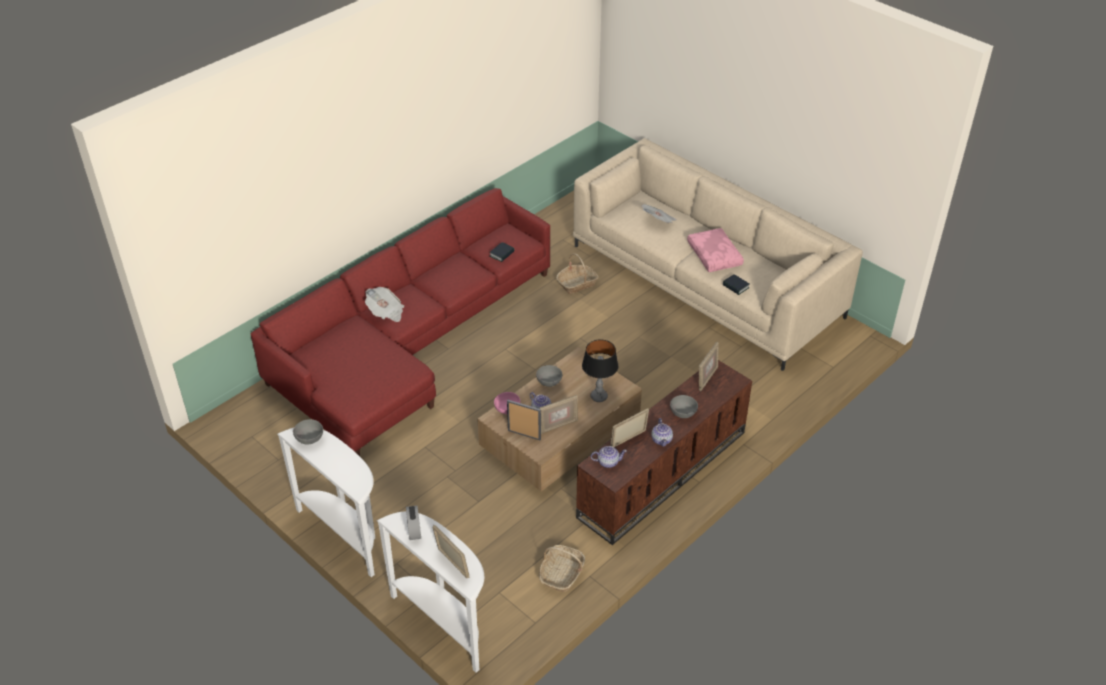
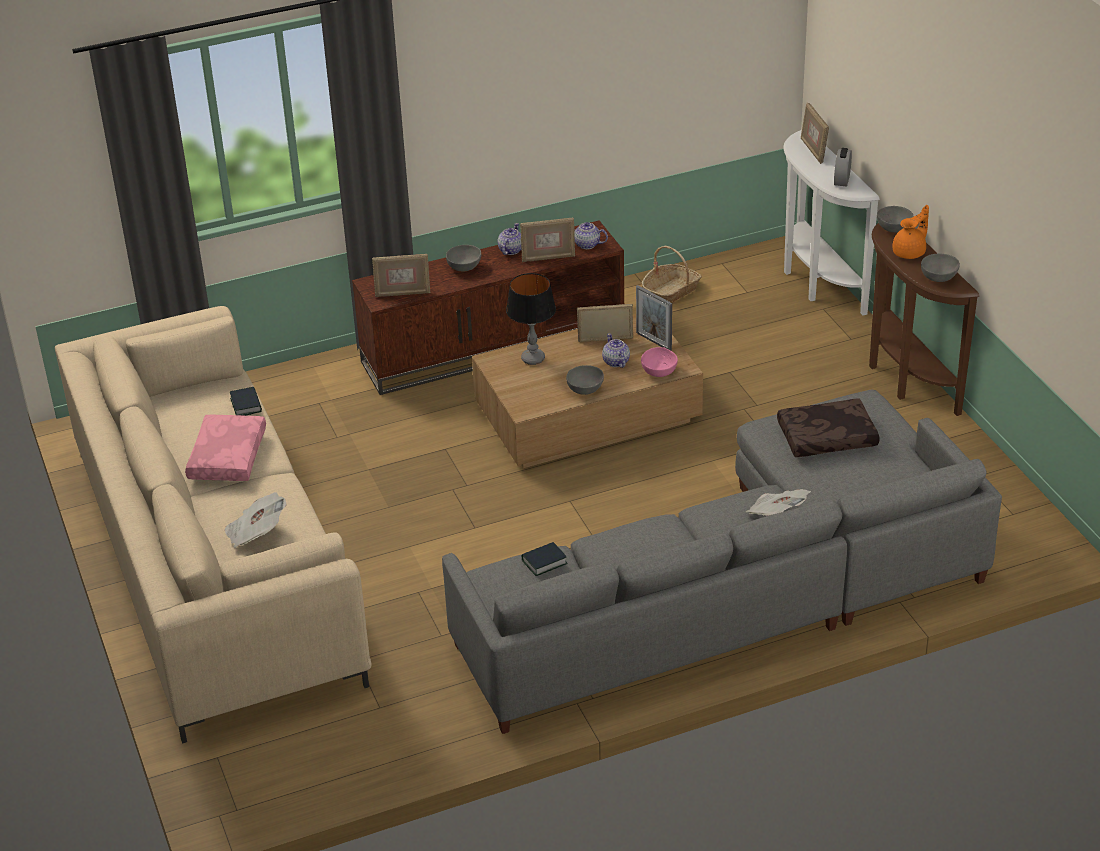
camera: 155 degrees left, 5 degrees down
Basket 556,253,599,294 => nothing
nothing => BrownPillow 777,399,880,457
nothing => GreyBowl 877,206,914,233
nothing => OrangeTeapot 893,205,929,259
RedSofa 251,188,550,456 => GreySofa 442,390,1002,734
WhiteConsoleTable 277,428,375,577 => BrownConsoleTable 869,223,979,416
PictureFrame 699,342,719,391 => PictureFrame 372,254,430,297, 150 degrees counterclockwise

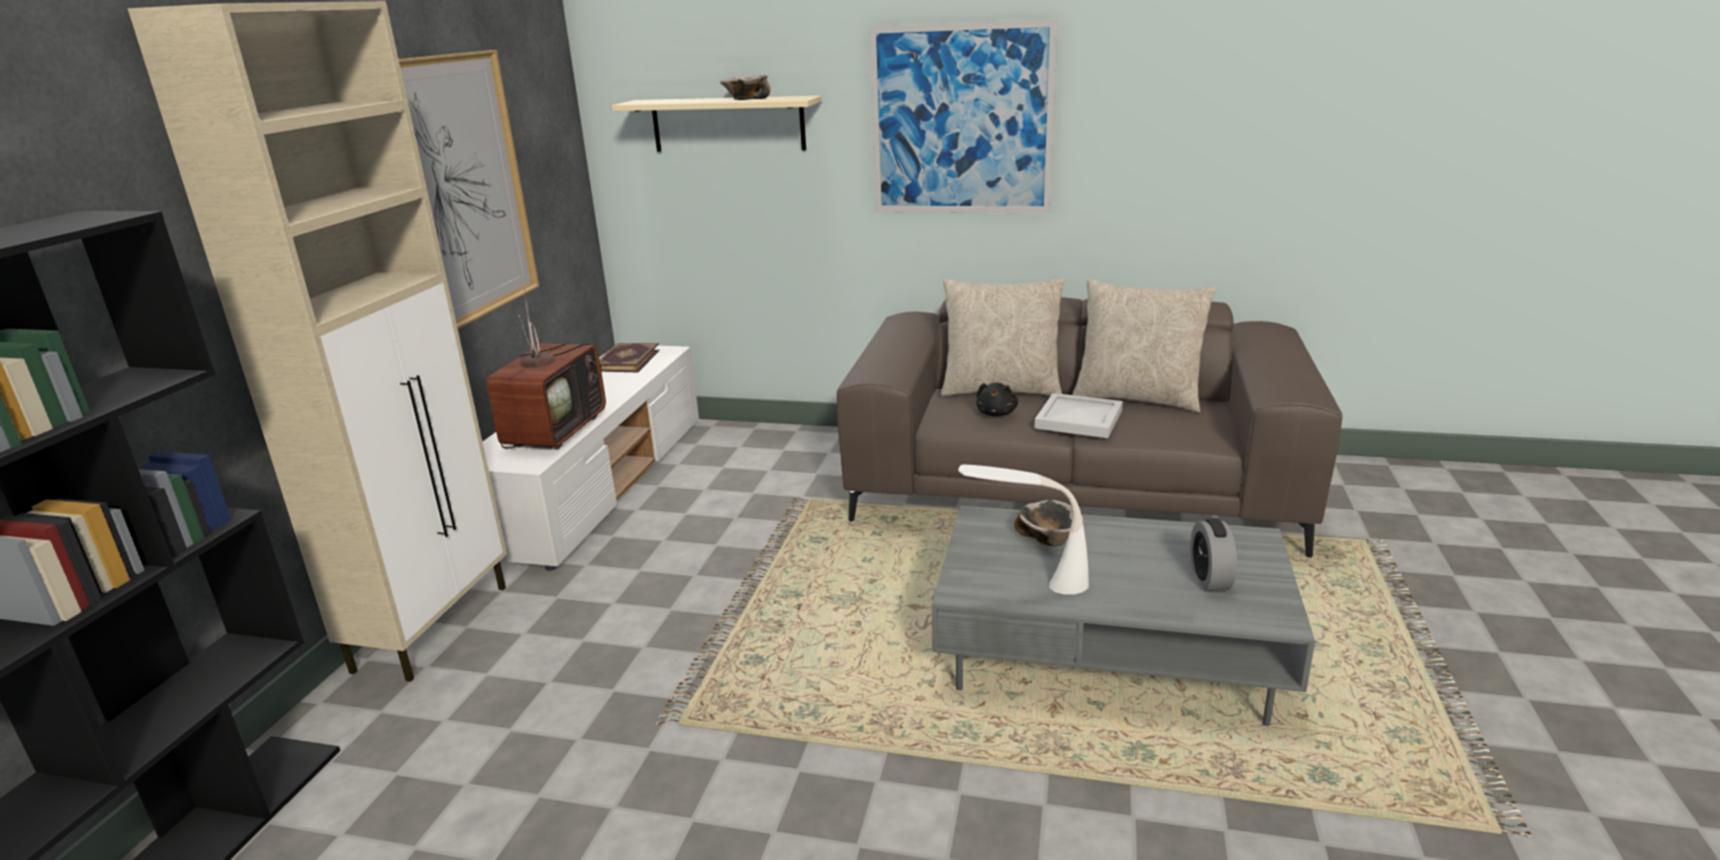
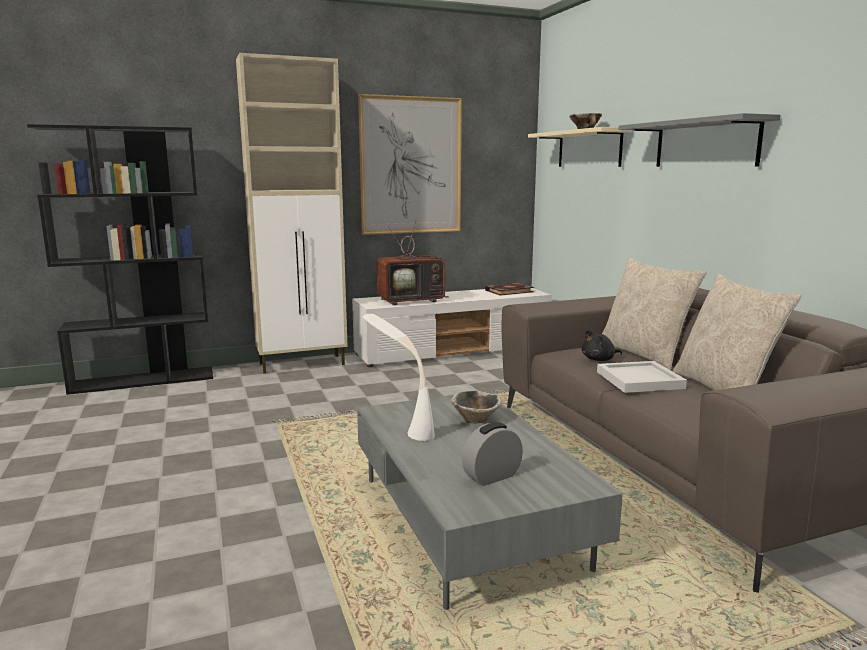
camera: 55 degrees right, 10 degrees down
Picture 869,19,1058,213 => GreyShelf 618,113,780,167

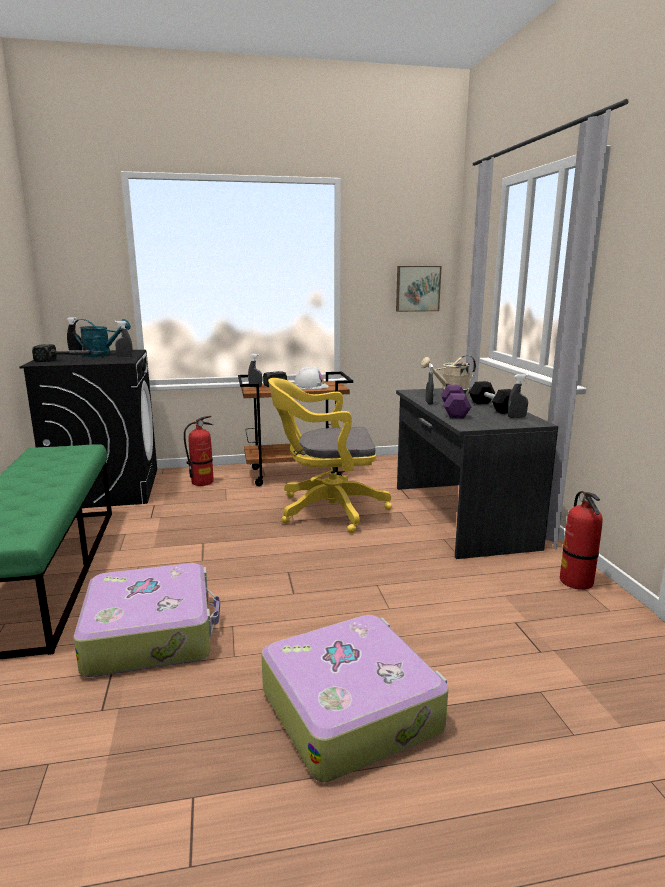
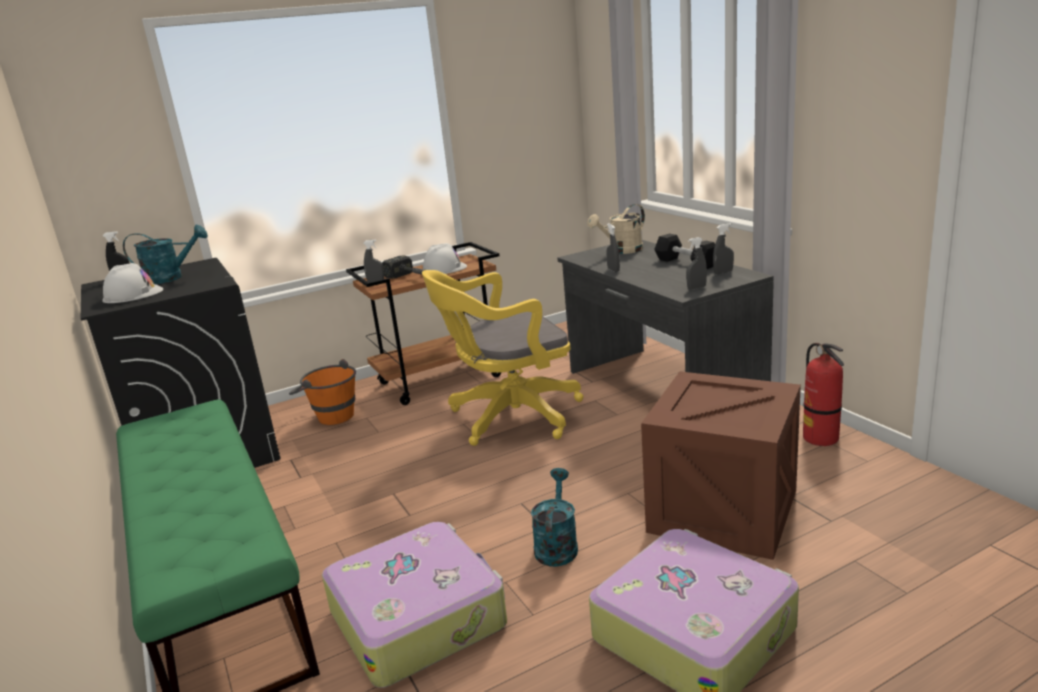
camera: 15 degrees left, 5 degrees up
Picture 396,266,442,312 => nothing
PurpleDumbbell 441,385,471,418 => nothing
nothing => TurquoiseWateringCan 531,468,578,567
nothing => Crate 641,371,801,560
GreySprayBottle 115,321,133,358 => GreySprayBottle 686,237,707,290, move
Hammer 32,344,94,362 => WhiteHardHat 102,263,163,303
FireExtinguisher 184,416,214,486 => OrangeBucket 289,359,356,425

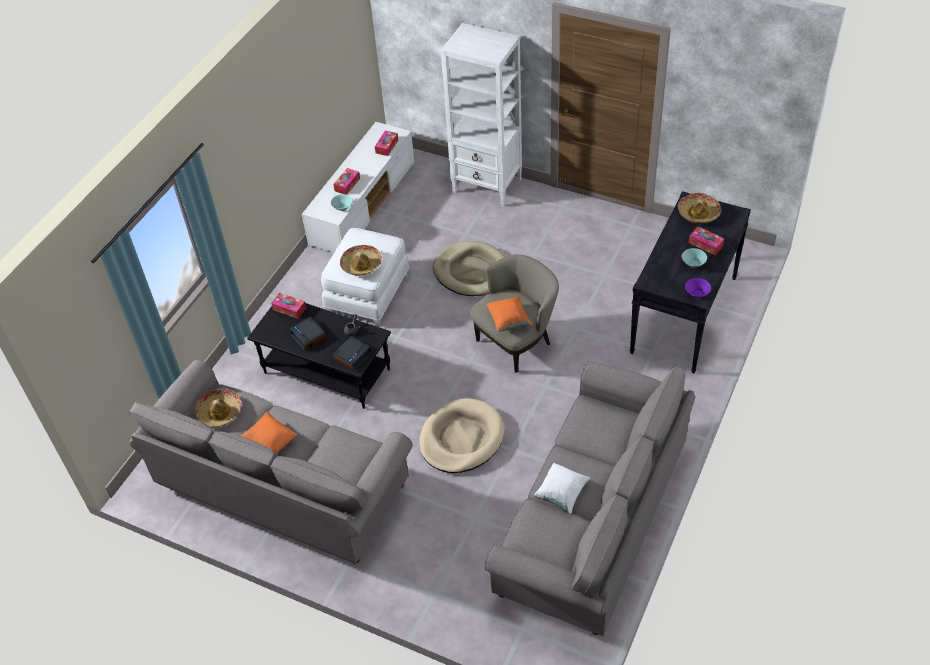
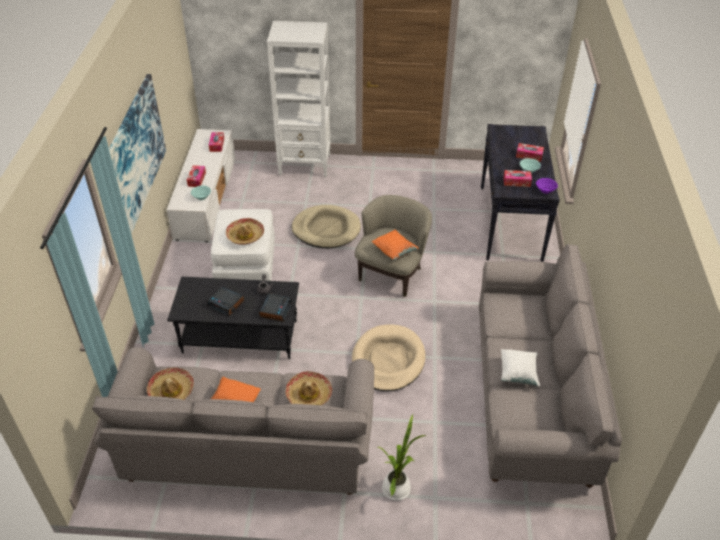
camera: 25 degrees left, 5 degrees down
nothing => Picture 109,74,166,234
nothing => PottedPlant 378,414,426,501
TissueBox 271,293,306,319 => TissueBox 503,170,532,187, move
Hat 678,193,721,223 => Hat 285,371,332,405, move

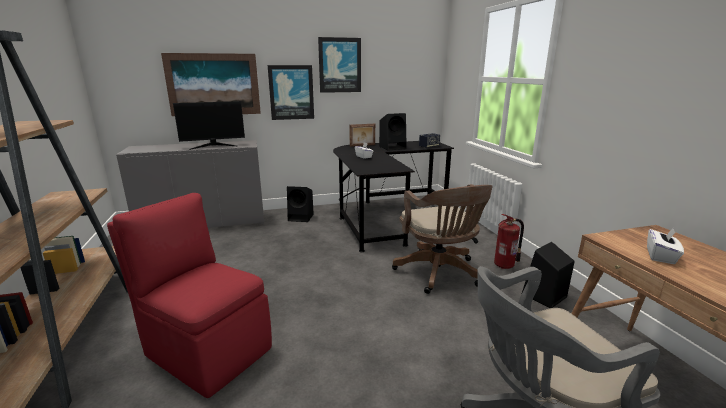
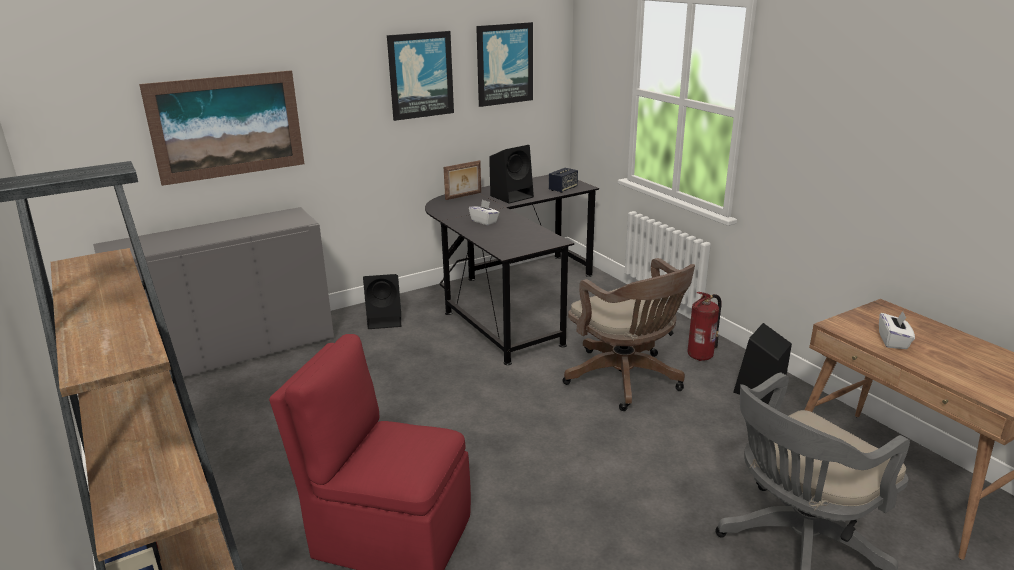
camera: 15 degrees left, 5 degrees up
Monitor 173,101,245,150 => nothing
Picture 268,65,314,120 => Picture 476,22,533,107, move

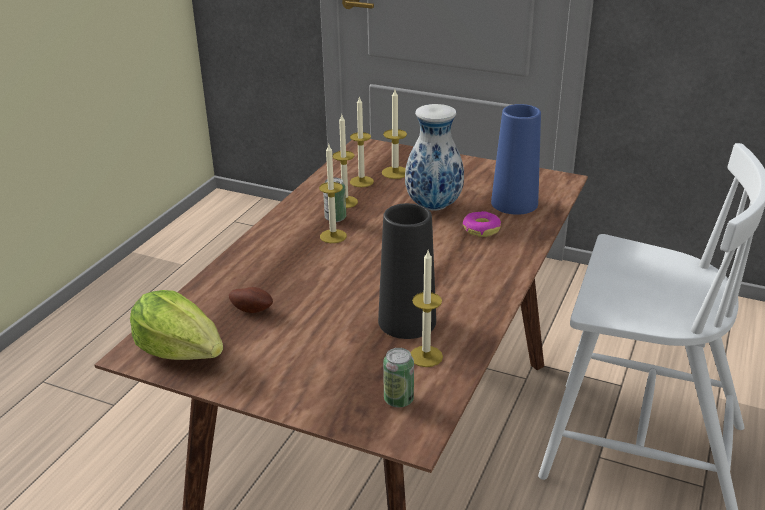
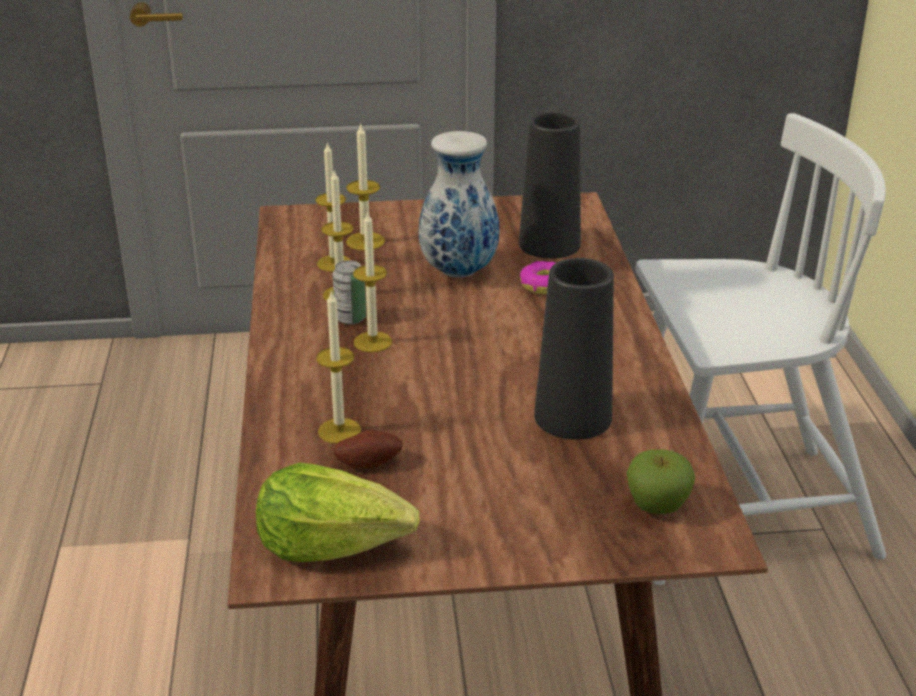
camera: 30 degrees left, 0 degrees up
Candle 411,251,443,367 => Candle 316,290,361,444, move
Can 383,348,414,407 => Apple 626,449,695,514
BlueVase 491,104,541,215 => BlackVase 519,112,581,259

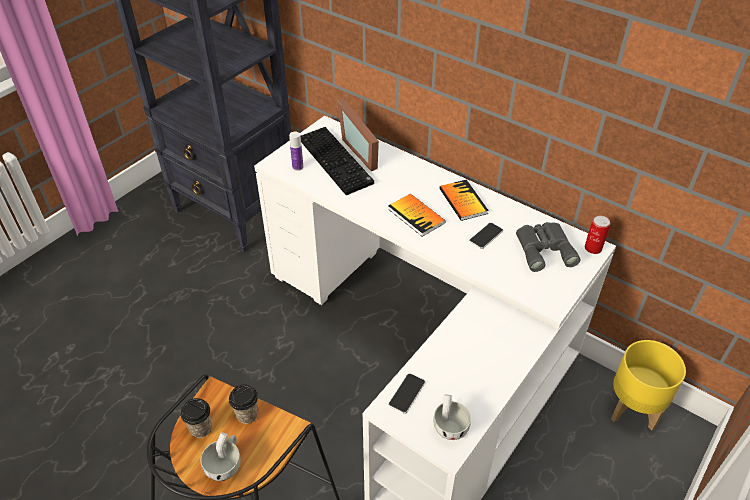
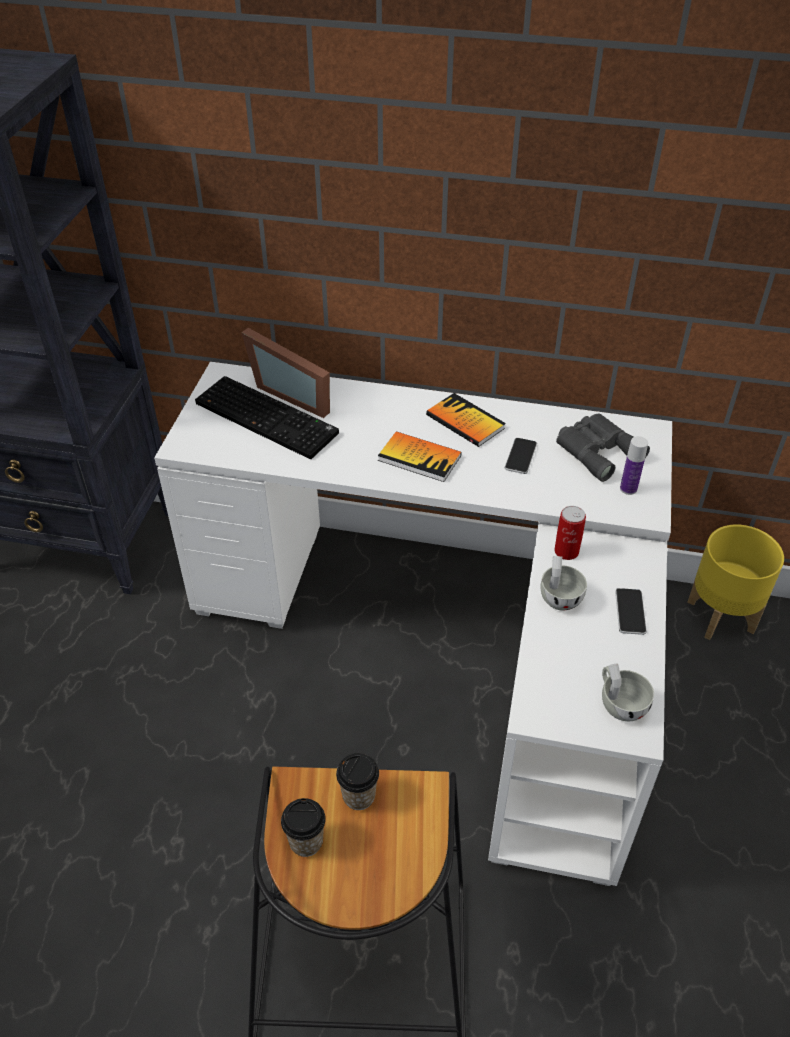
camera: 25 degrees left, 0 degrees up
WhiteCup 201,432,241,481 => WhiteCup 540,556,587,611, move
Bottle 289,132,303,171 => Bottle 620,436,648,495, move
Phone 388,373,425,414 => Phone 615,588,647,635, move
Can 585,216,610,254 => Can 554,506,586,560, move

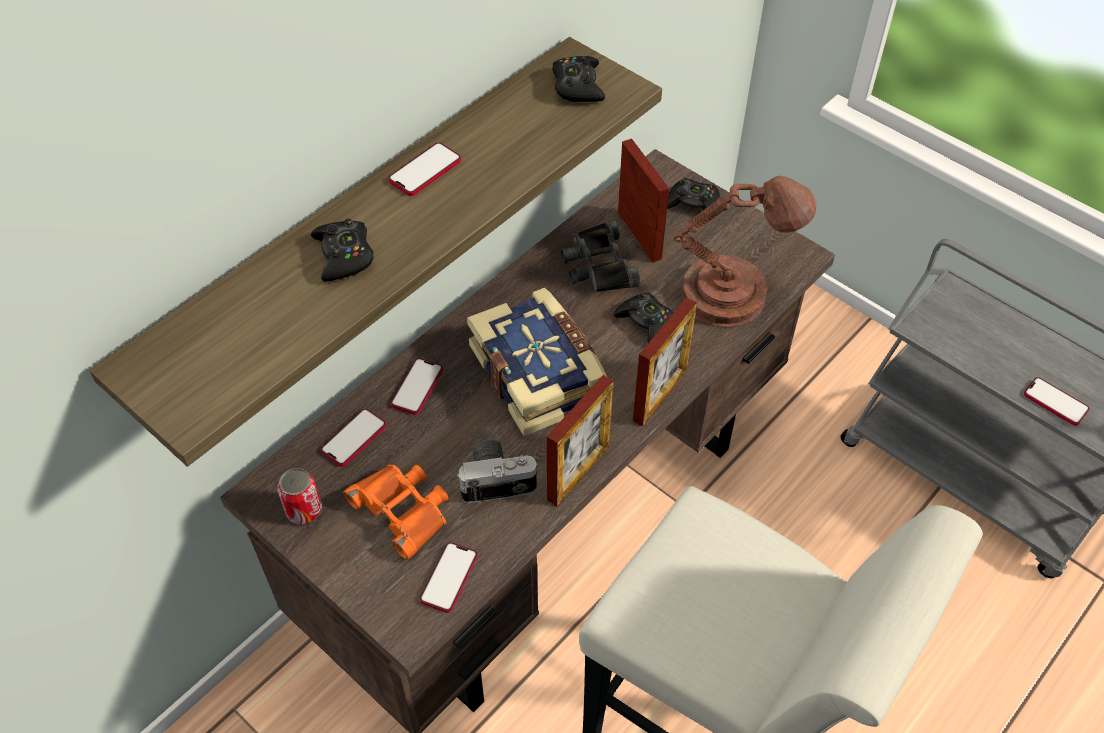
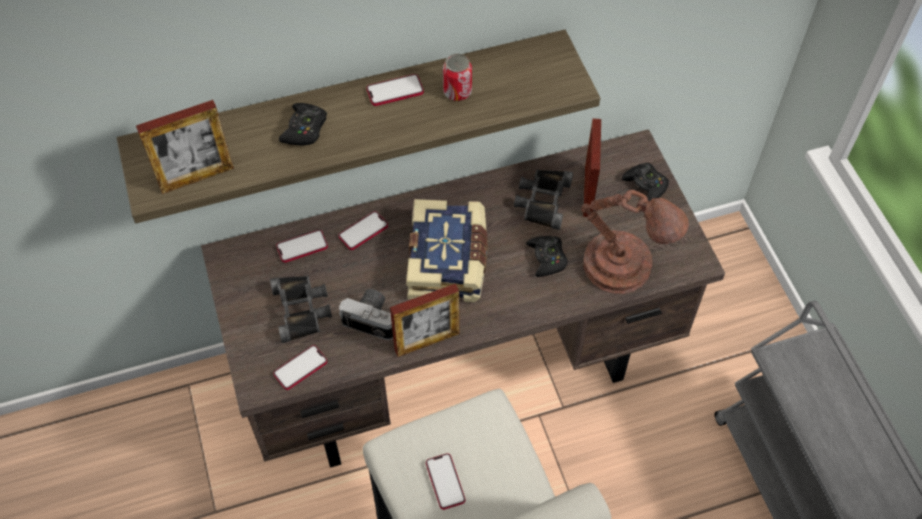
camera: 30 degrees right, 5 degrees up
BlackGameController 552,56,605,102 => nothing
Can 277,468,322,524 => Can 443,54,472,101, move
PictureFrame 633,298,697,427 => PictureFrame 136,100,234,194, move
Phone 1024,377,1090,426 => Phone 426,453,465,510, move
OrangeBinoculars 343,465,448,560 => BlackBinoculars 270,275,332,343

